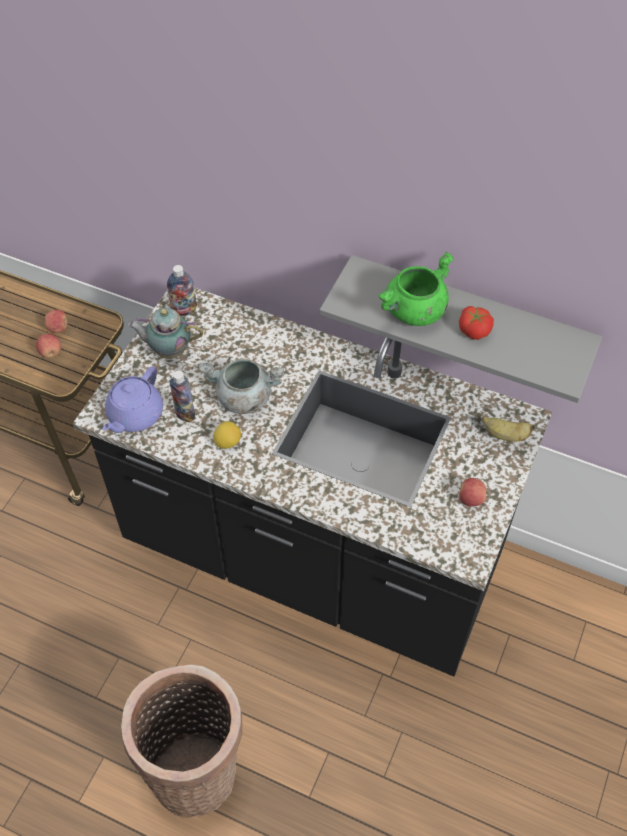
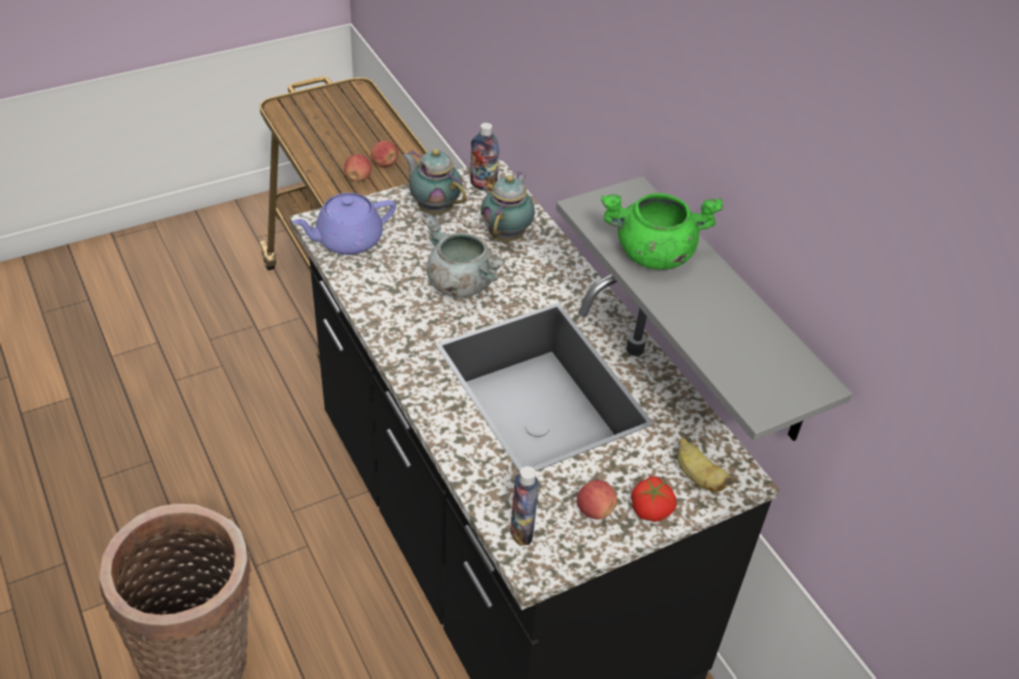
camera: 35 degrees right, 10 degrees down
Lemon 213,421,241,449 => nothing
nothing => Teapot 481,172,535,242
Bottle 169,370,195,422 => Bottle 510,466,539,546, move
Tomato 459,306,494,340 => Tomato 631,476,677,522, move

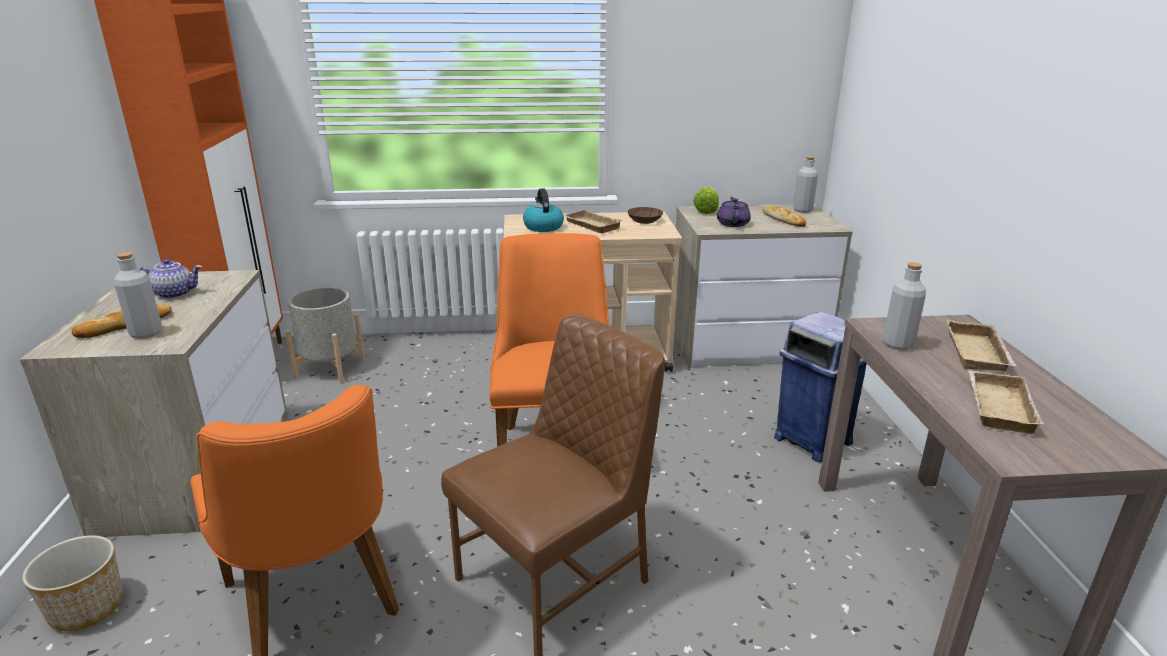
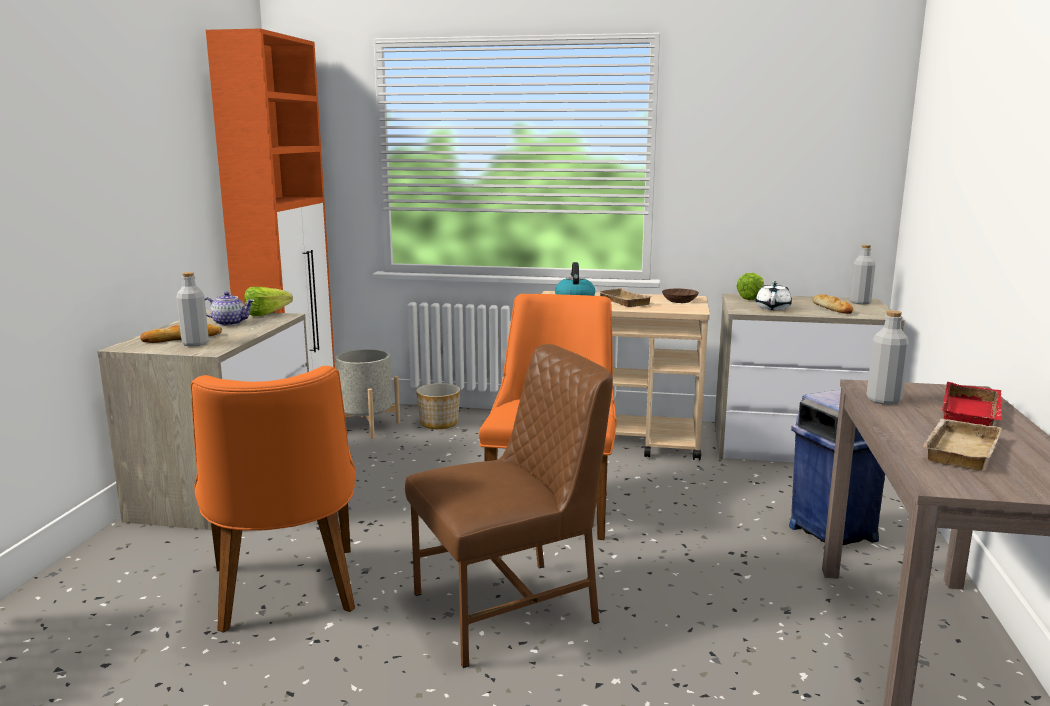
camera: 15 degrees right, 10 degrees down
nothing => Lettuce 244,287,293,316
Planter 22,535,123,632 => Planter 416,383,460,429, move
PurpleTeapot 717,197,751,227 => WhiteTeapot 756,281,792,310
BeigeTray 947,319,1017,371 => RedTray 942,382,1002,426

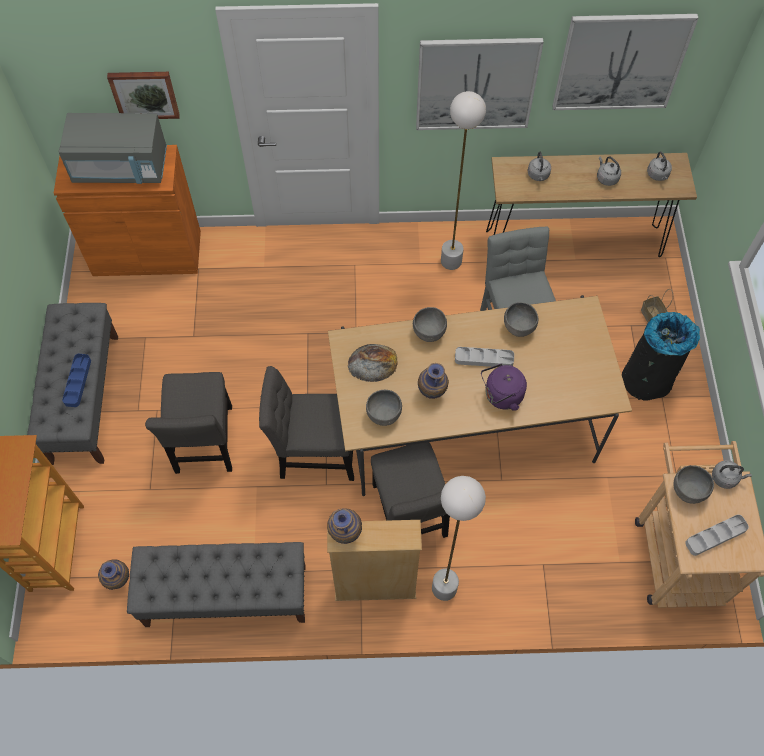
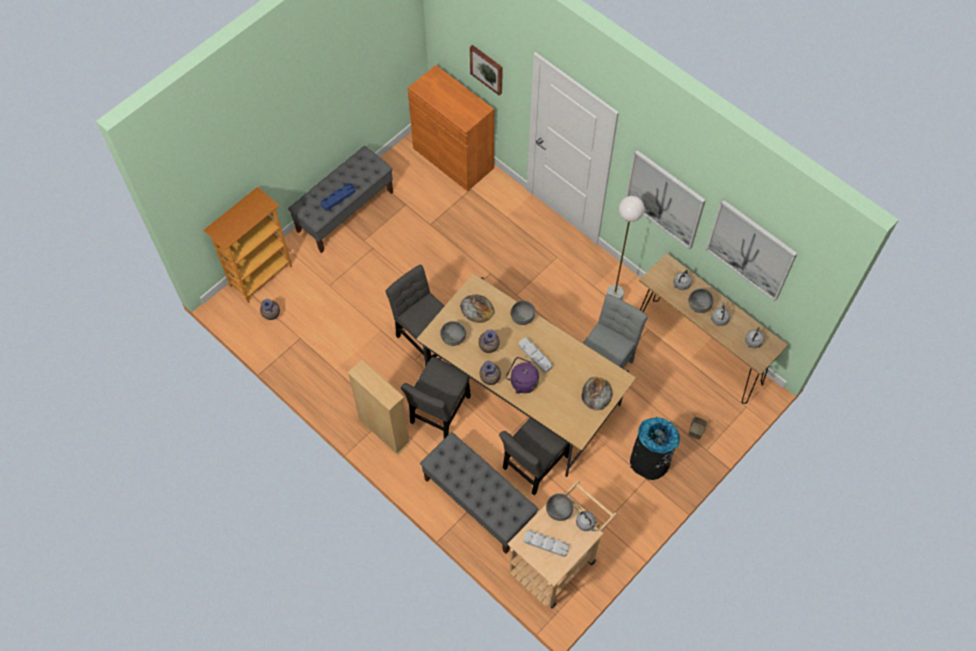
camera: 45 degrees right, 0 degrees up
GreyMicrowave 59,113,167,184 => nothing
WhiteFloorLamp 432,476,486,601 => nothing
nothing => Bread 582,377,612,411
GreyBench 127,542,306,627 => GreyBench 420,432,539,554, move
GreyChair 145,372,232,474 => GreyChair 499,418,570,495, move
Vase 327,508,362,544 => Vase 480,361,501,385, move
GreyBowl 504,302,538,337 => GreyBowl 689,289,713,313, move

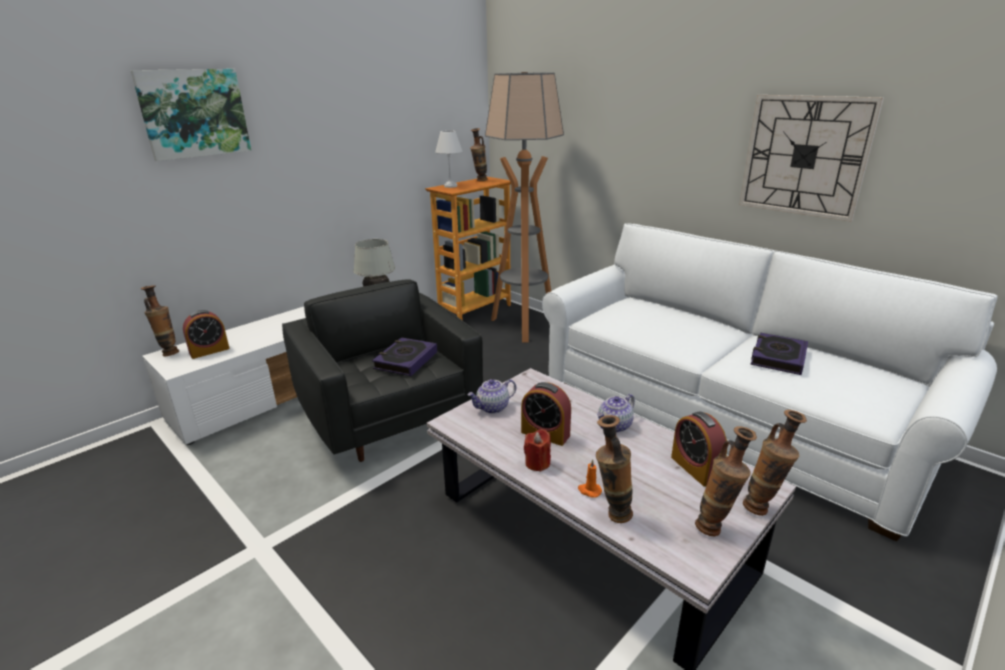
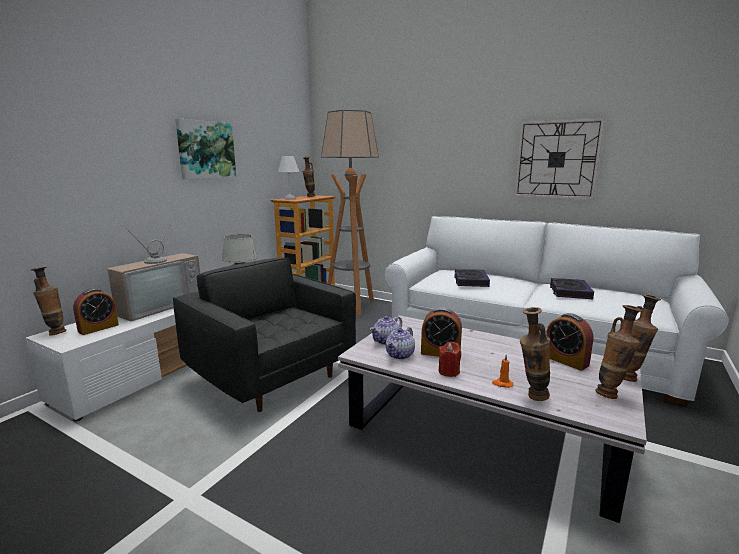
camera: 15 degrees left, 10 degrees down
nothing => Television 107,220,200,321
Picture 130,69,251,161 => Picture 175,118,236,179, move
Book 372,337,437,376 => Book 455,269,490,287, move
Teapot 597,394,635,432 => Teapot 386,327,415,360, move

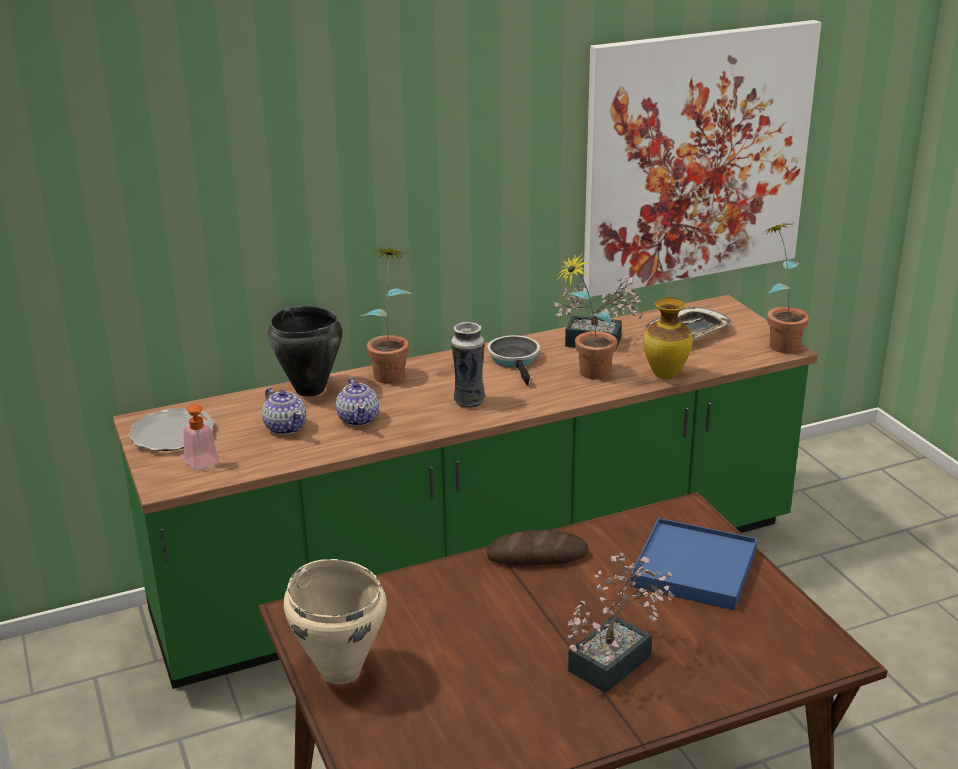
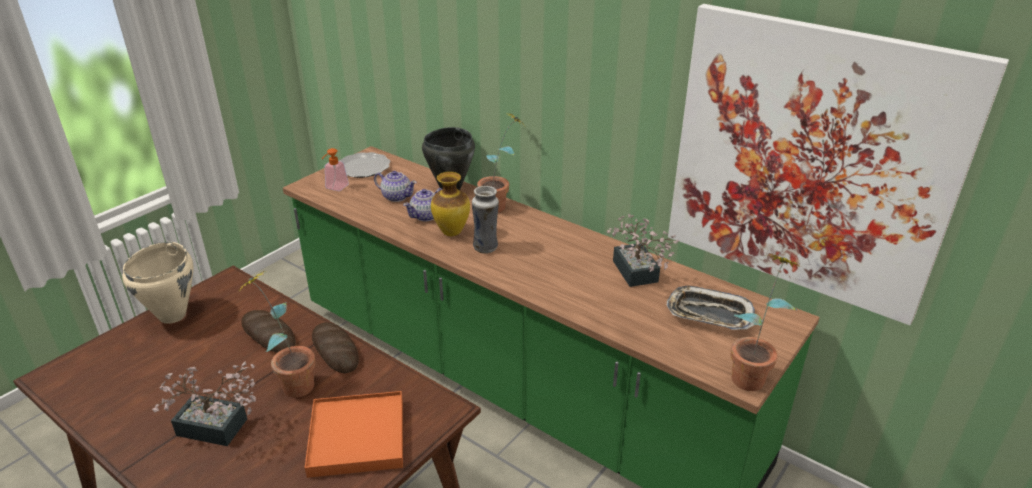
camera: 60 degrees right, 5 degrees up
FryingPan 487,335,540,385 => nothing
nothing => Bread 242,310,296,353
PottedPlant 558,254,617,380 => PottedPlant 240,271,315,398, move
Vase 643,298,693,379 => Vase 431,171,470,236, move
BlueTray 630,518,757,610 => OrangeTray 305,391,403,478
Teapot 262,388,306,435 => Teapot 374,171,417,202, 90 degrees counterclockwise

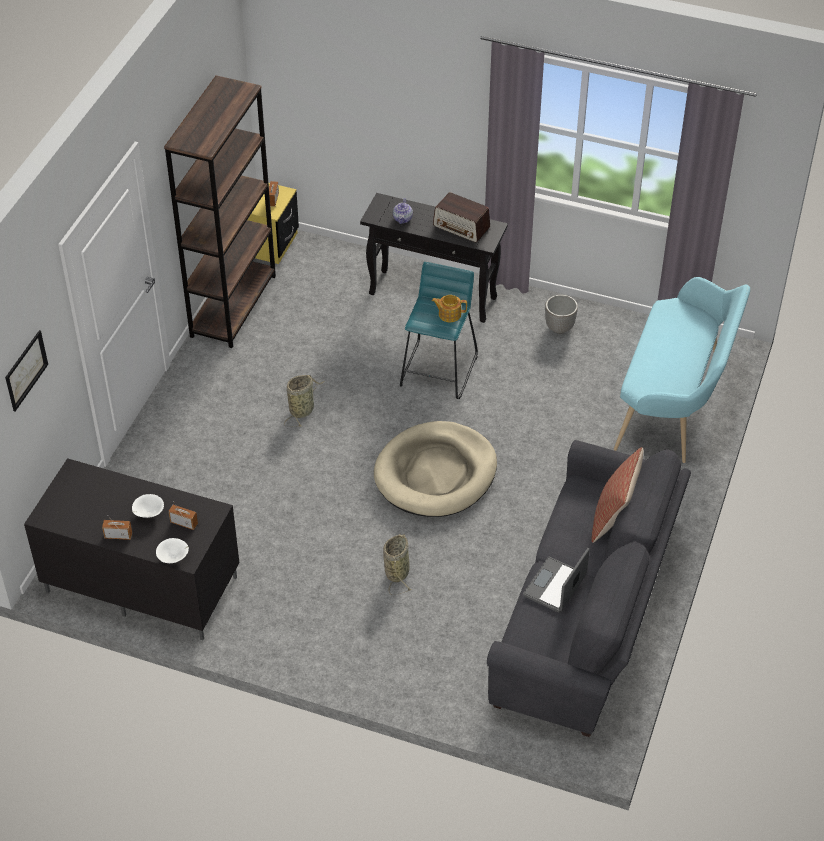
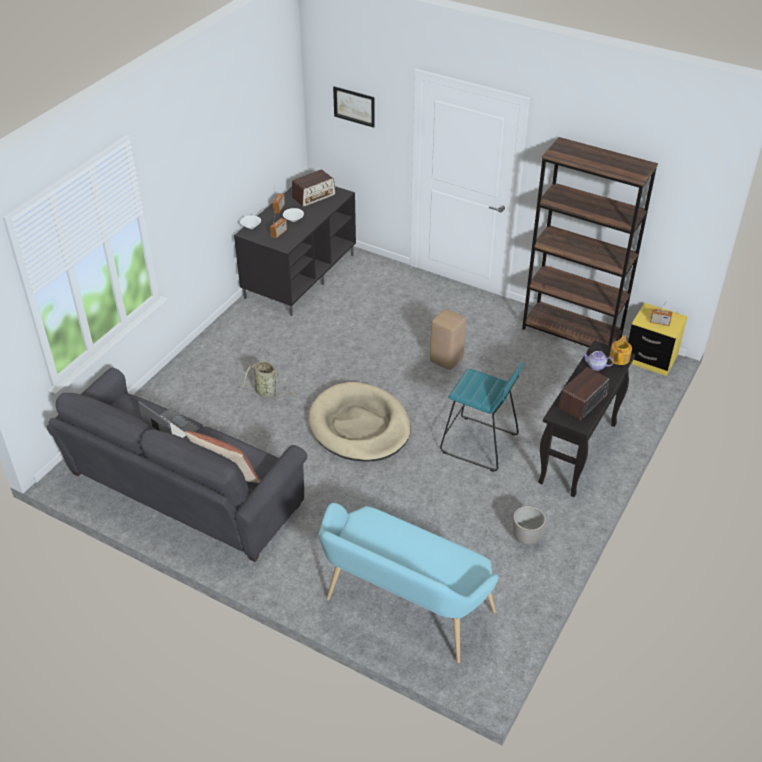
camera: 100 degrees right, 5 degrees down
nothing => Radio 292,169,336,207
Teapot 432,295,467,322 => Teapot 609,335,632,365, move
Basket 284,375,325,427 => BeigeStool 430,309,466,370

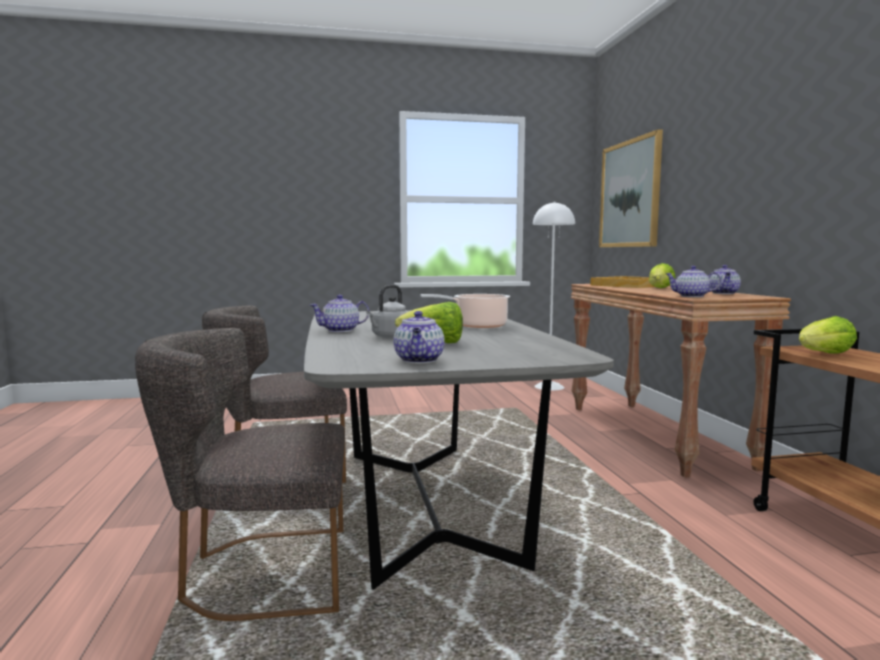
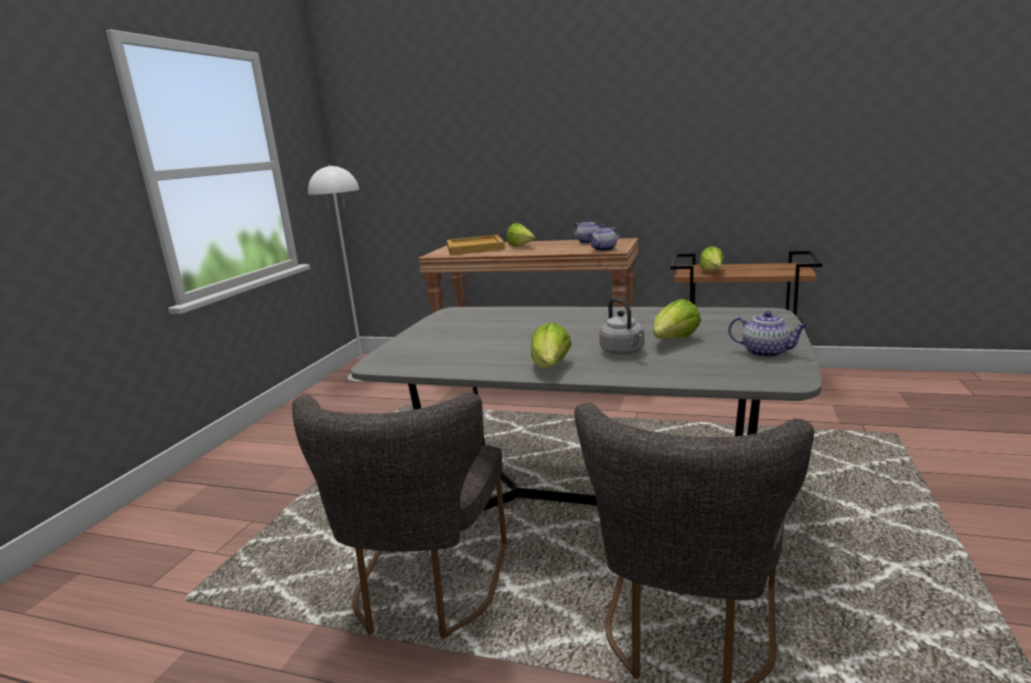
camera: 60 degrees left, 10 degrees up
CookingPot 420,294,510,328 => nothing
Picture 599,129,663,247 => nothing
Teapot 310,295,369,332 => Lettuce 531,322,572,368

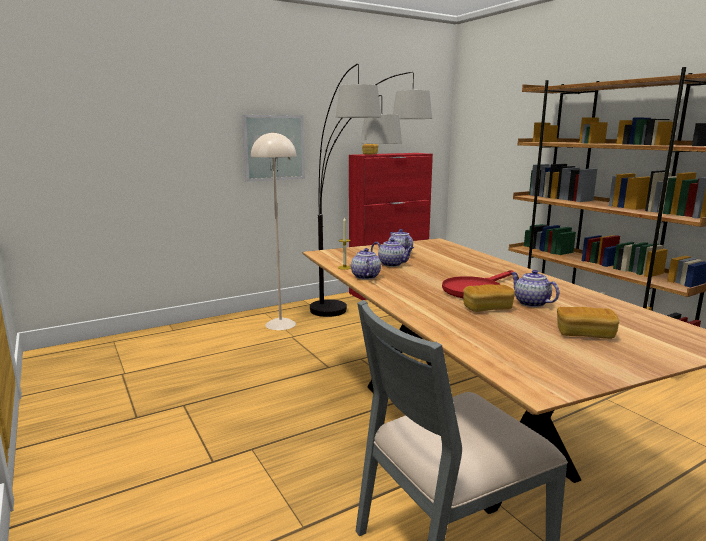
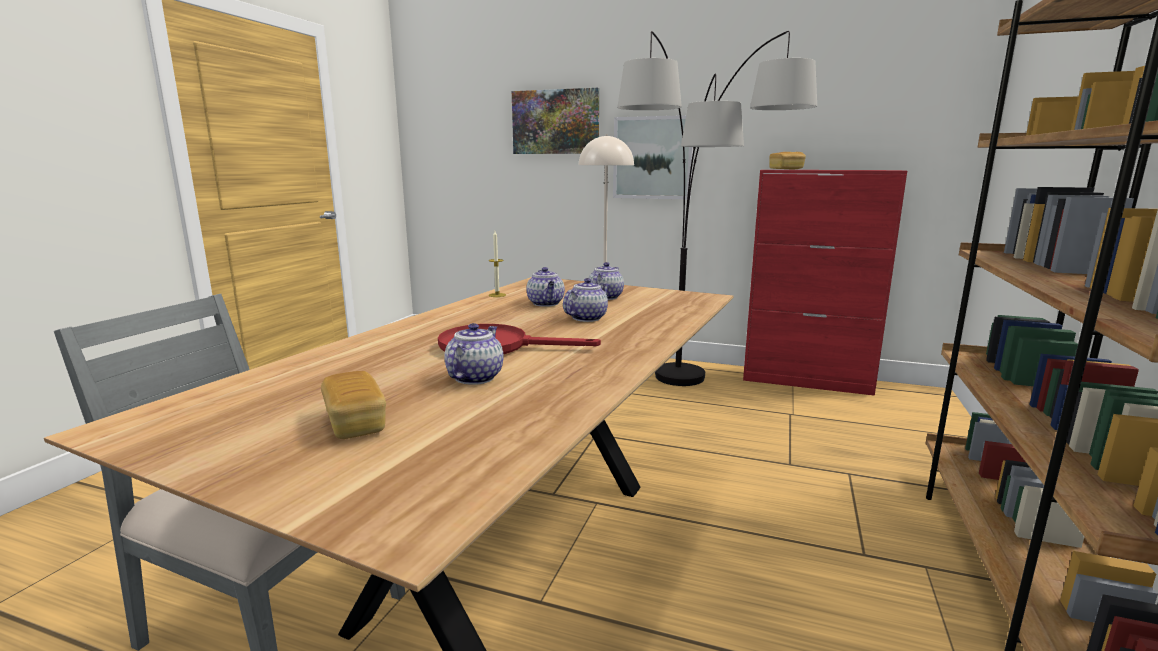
camera: 50 degrees right, 0 degrees up
Bread 463,284,515,312 => nothing
nothing => Picture 512,88,599,154
Teapot 351,248,381,280 => Teapot 563,278,609,322, move

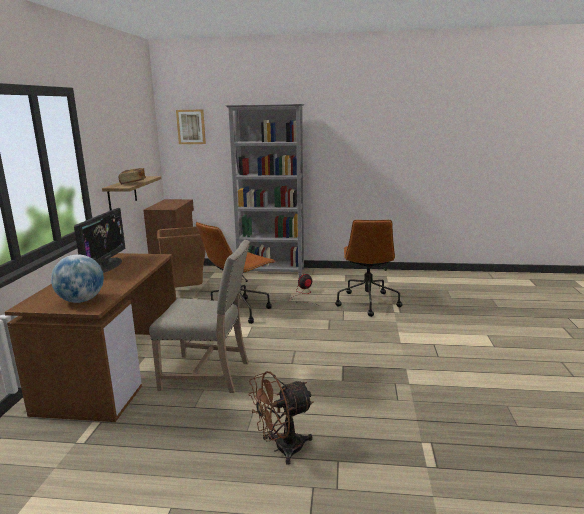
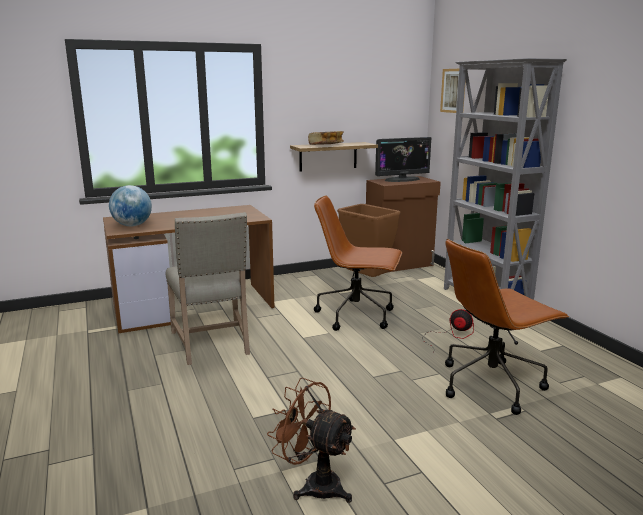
camera: 60 degrees right, 0 degrees up
Monitor 74,208,126,273 => Monitor 375,137,431,182, move
BrownFan 248,371,314,465 => BrownFan 267,377,356,503, move

